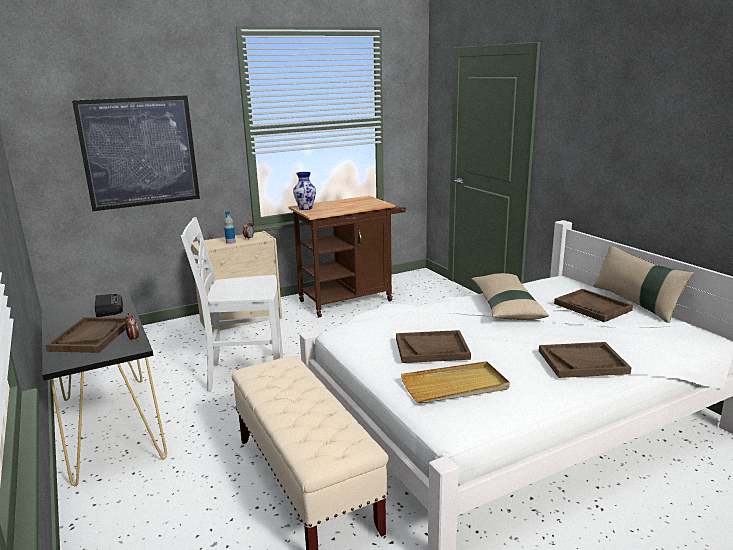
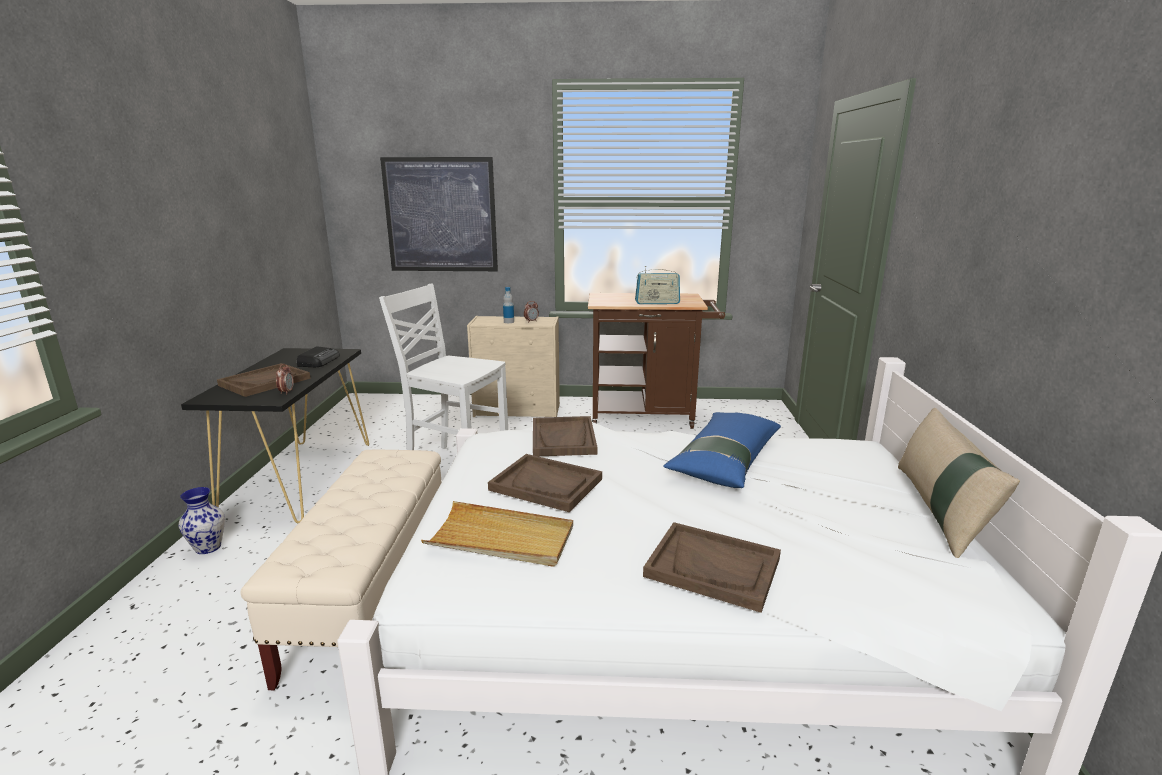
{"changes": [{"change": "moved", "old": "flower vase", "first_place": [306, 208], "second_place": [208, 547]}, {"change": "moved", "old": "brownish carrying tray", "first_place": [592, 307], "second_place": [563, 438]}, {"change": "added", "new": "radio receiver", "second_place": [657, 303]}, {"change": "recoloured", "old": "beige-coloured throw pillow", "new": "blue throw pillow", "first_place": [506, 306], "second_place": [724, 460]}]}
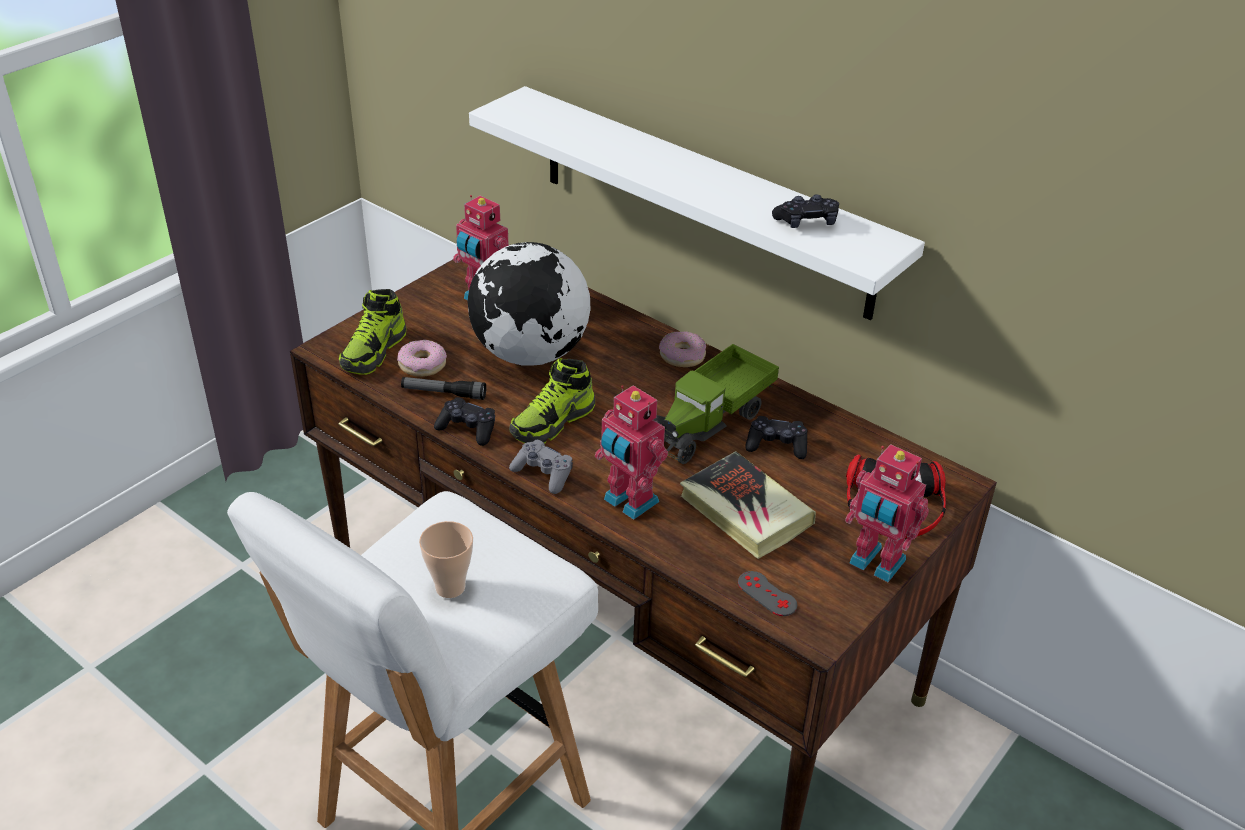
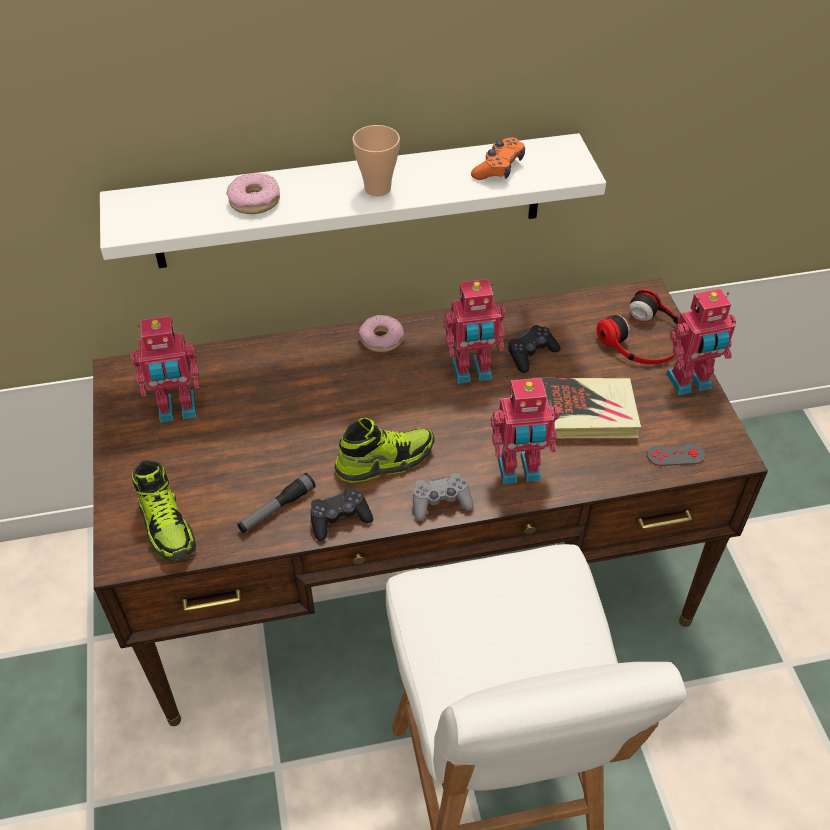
{"changes": [{"change": "moved", "old": "doughnut", "first_place": [422, 365], "second_place": [254, 201]}, {"change": "turned", "old": "shoe", "first_place": [553, 422], "second_place": [385, 460], "degrees": -105}, {"change": "moved", "old": "small cup", "first_place": [450, 587], "second_place": [377, 188]}, {"change": "replaced", "old": "toy lorry", "new": "model robot", "first_place": [709, 422], "second_place": [472, 372]}, {"change": "recoloured", "old": "blackish game controller", "new": "orange game controller", "first_place": [806, 222], "second_place": [498, 168]}, {"change": "removed", "old": "world globe", "first_place": [530, 354]}]}
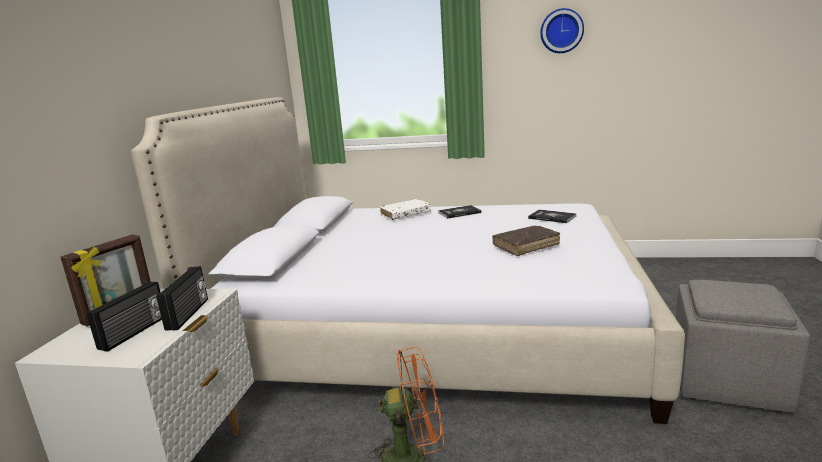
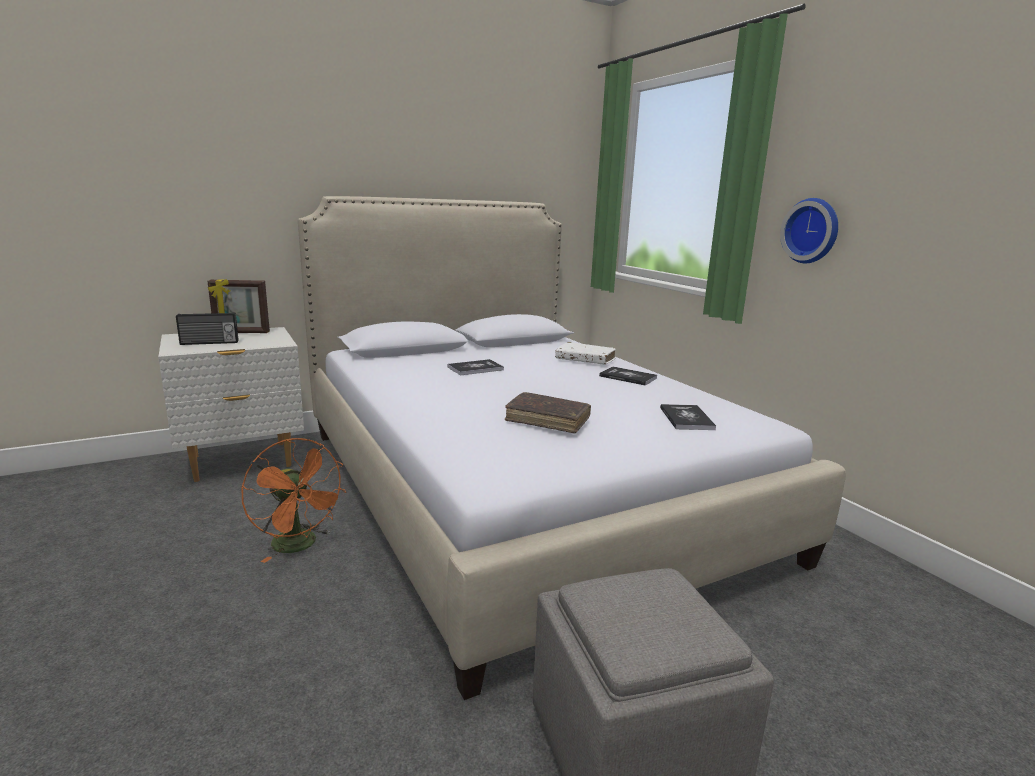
{"changes": [{"change": "added", "new": "volume", "second_place": [475, 368]}, {"change": "moved", "old": "clock on the wall", "first_place": [561, 31], "second_place": [812, 231]}, {"change": "removed", "old": "radio receiver", "first_place": [189, 314]}]}
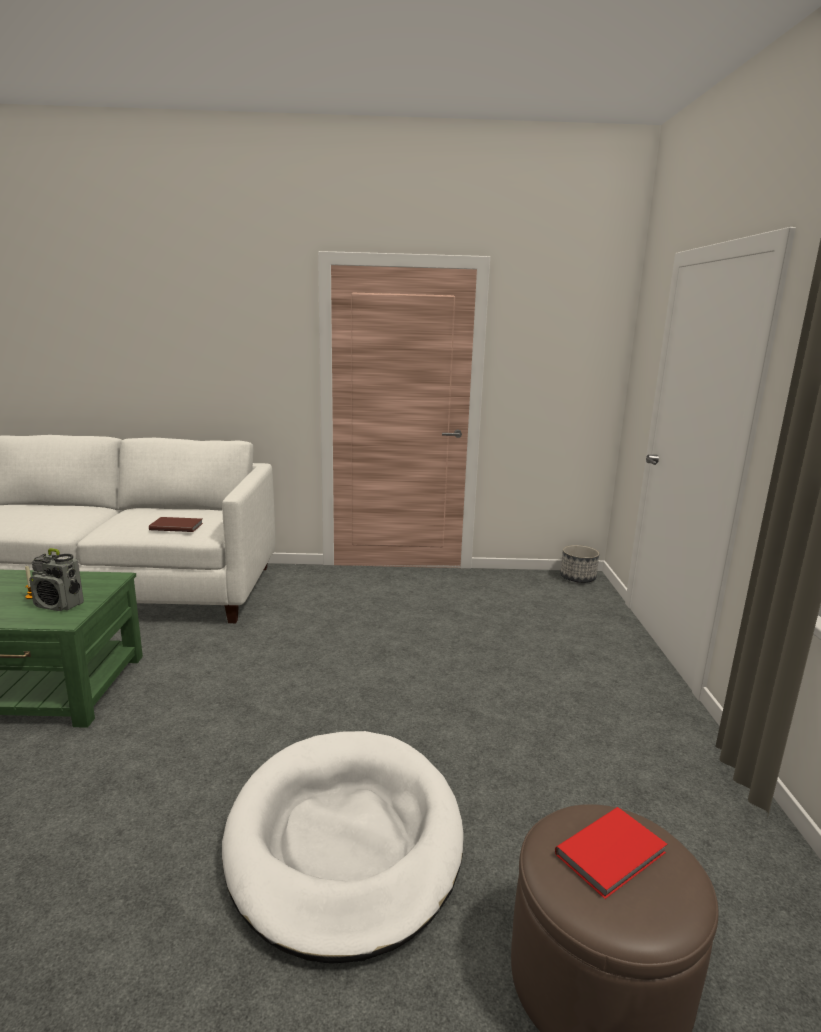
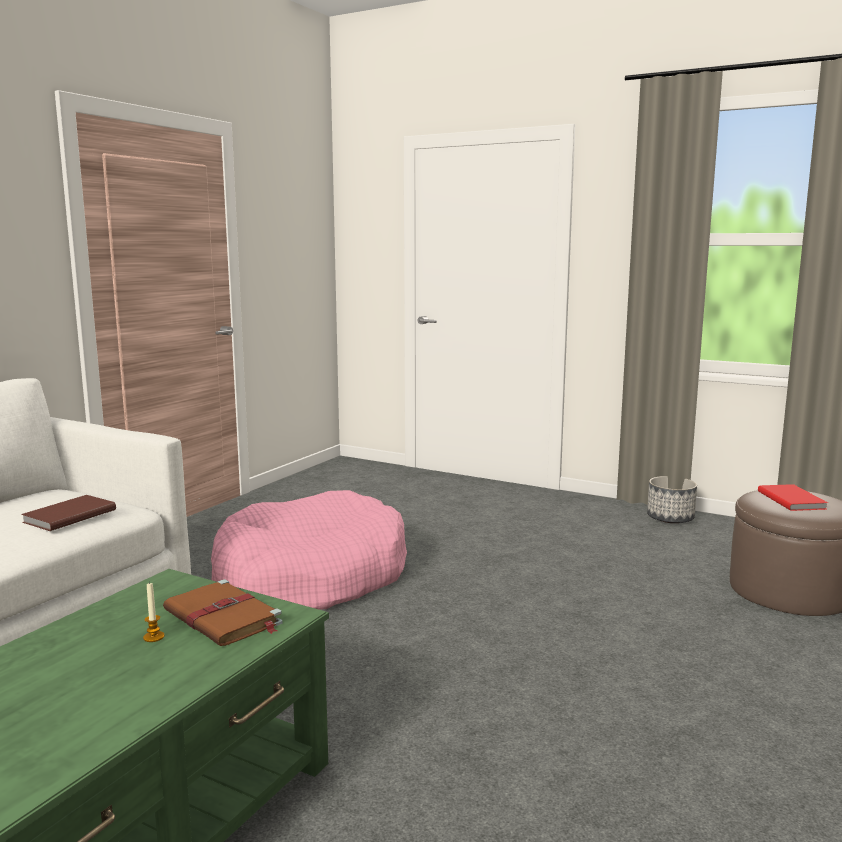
{"changes": [{"change": "replaced", "old": "radio receiver", "new": "brownish volume", "first_place": [59, 605], "second_place": [224, 618]}, {"change": "added", "new": "pinkish dog cushion", "second_place": [311, 577]}, {"change": "moved", "old": "flower pot", "first_place": [578, 578], "second_place": [670, 518]}, {"change": "removed", "old": "white dog cushion", "first_place": [345, 841]}]}
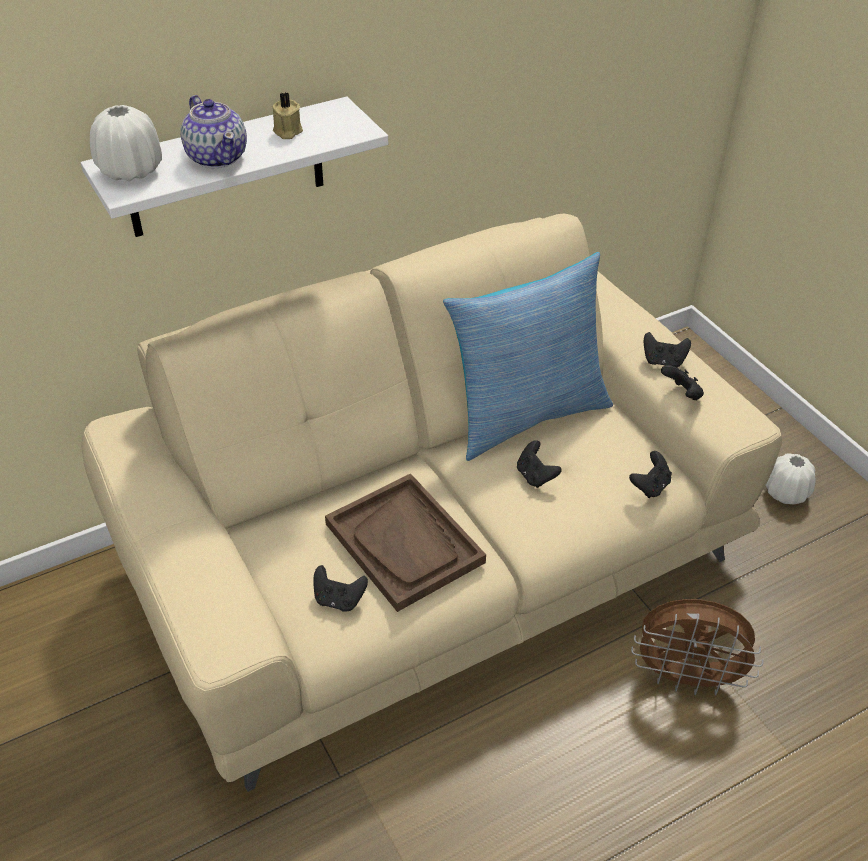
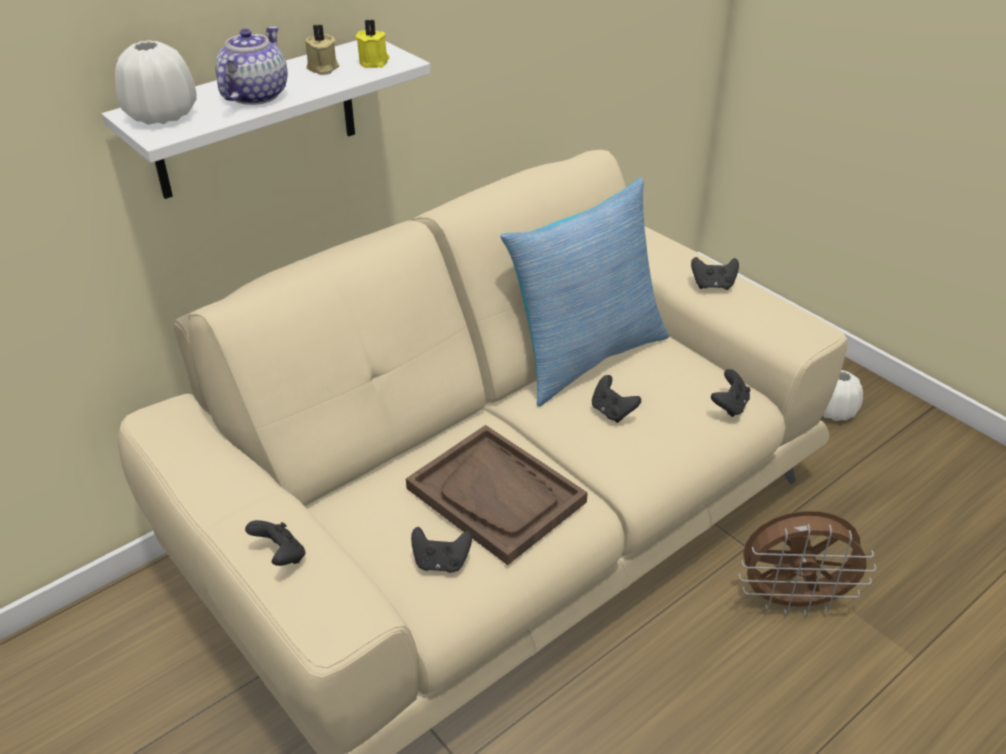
{"changes": [{"change": "turned", "old": "tea pot", "first_place": [217, 157], "second_place": [254, 96], "degrees": -120}, {"change": "moved", "old": "blackish game controller", "first_place": [682, 394], "second_place": [281, 556]}, {"change": "added", "new": "yellow-coloured candle", "second_place": [375, 62]}]}
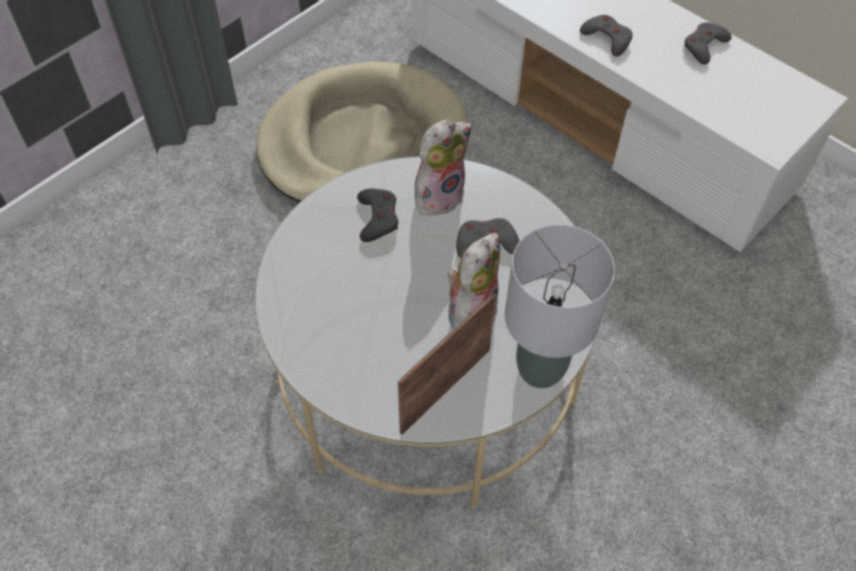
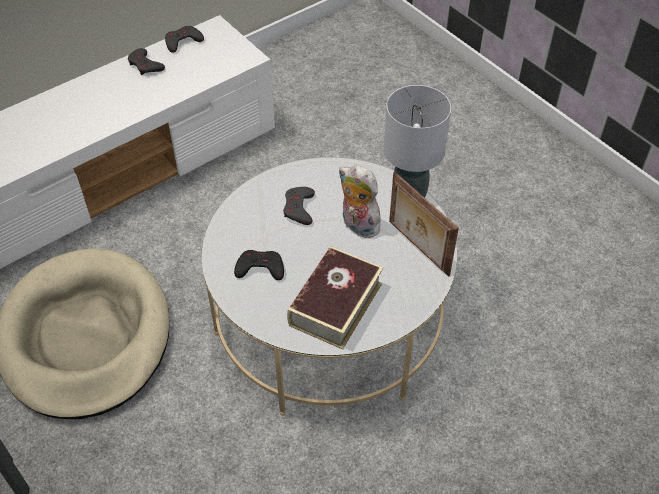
{"changes": [{"change": "moved", "old": "greyish game controller", "first_place": [607, 38], "second_place": [183, 41]}, {"change": "added", "new": "volume", "second_place": [335, 304]}, {"change": "removed", "old": "cuddly toy", "first_place": [439, 195]}]}
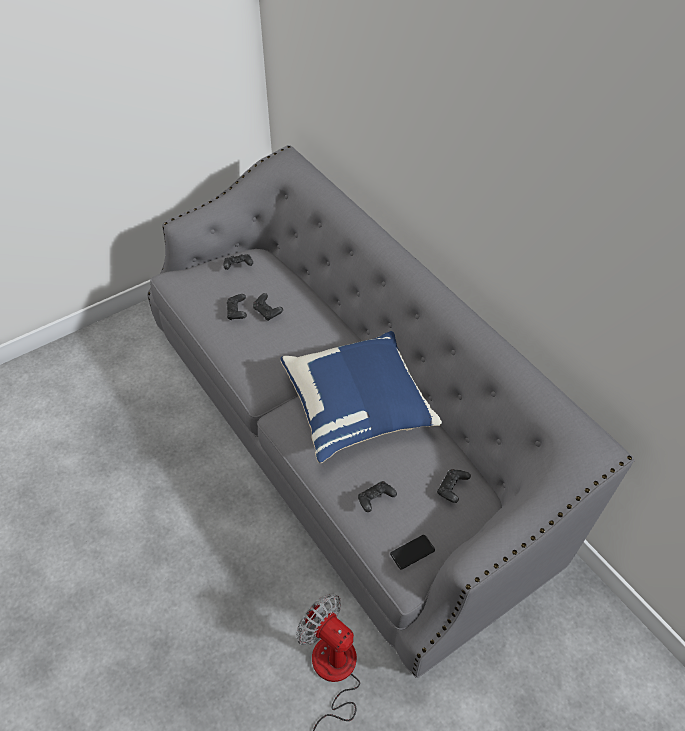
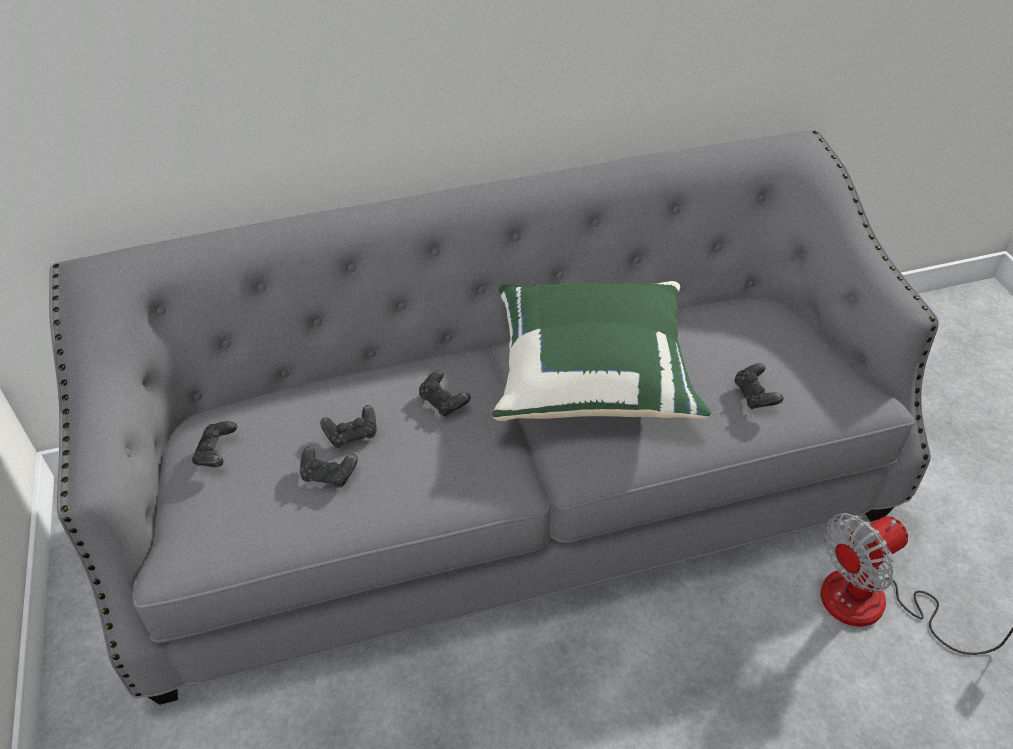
{"changes": [{"change": "moved", "old": "blackish game controller", "first_place": [452, 489], "second_place": [444, 402]}, {"change": "recoloured", "old": "blue throw pillow", "new": "green throw pillow", "first_place": [358, 408], "second_place": [593, 376]}, {"change": "removed", "old": "phone", "first_place": [412, 552]}]}
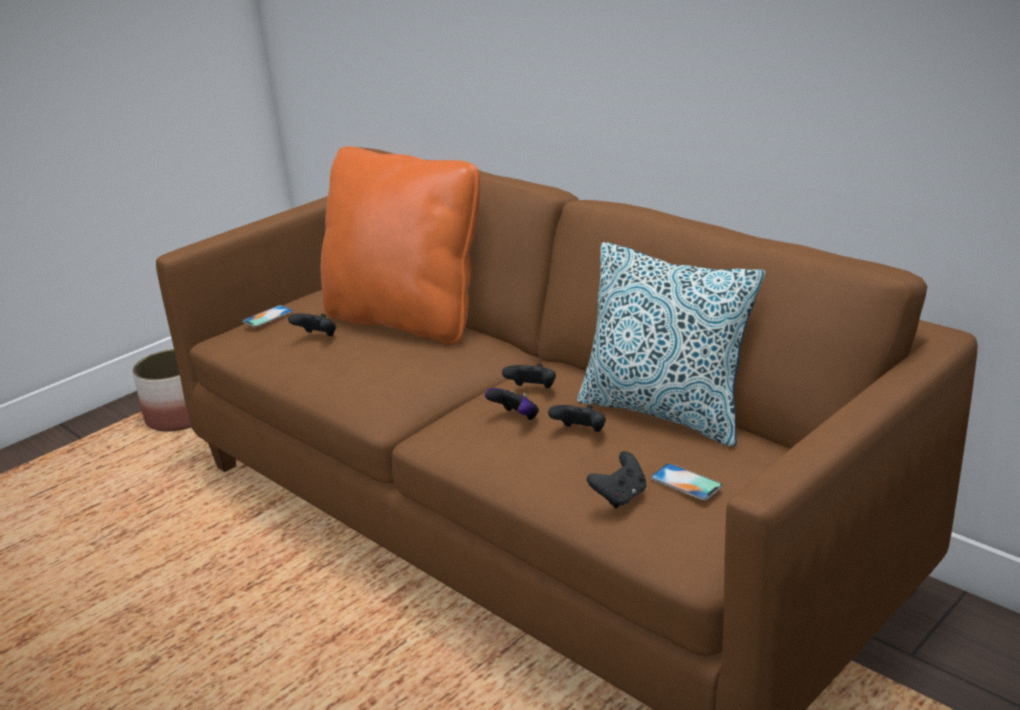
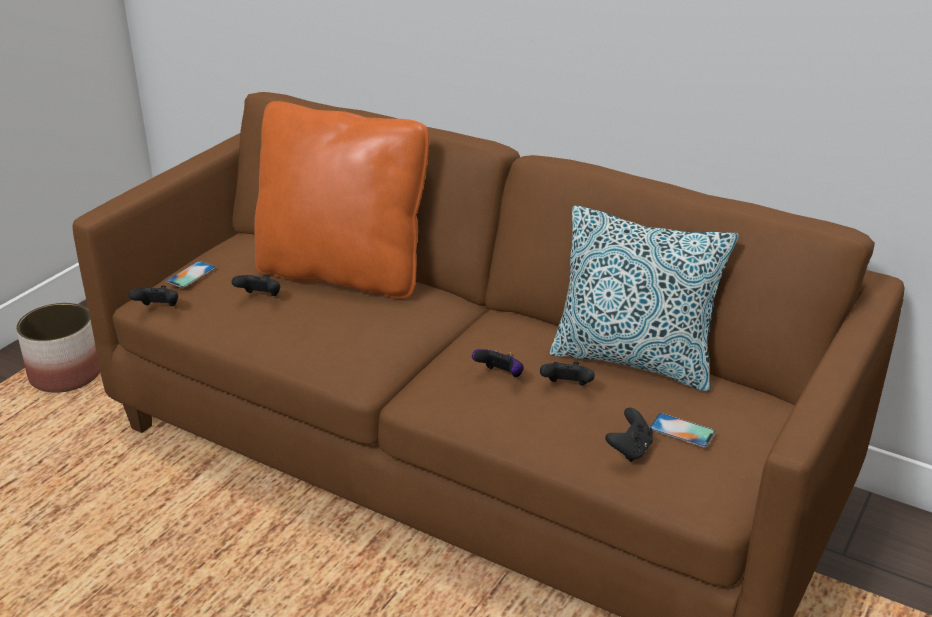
{"changes": [{"change": "moved", "old": "blackish game controller", "first_place": [532, 390], "second_place": [158, 309]}]}
